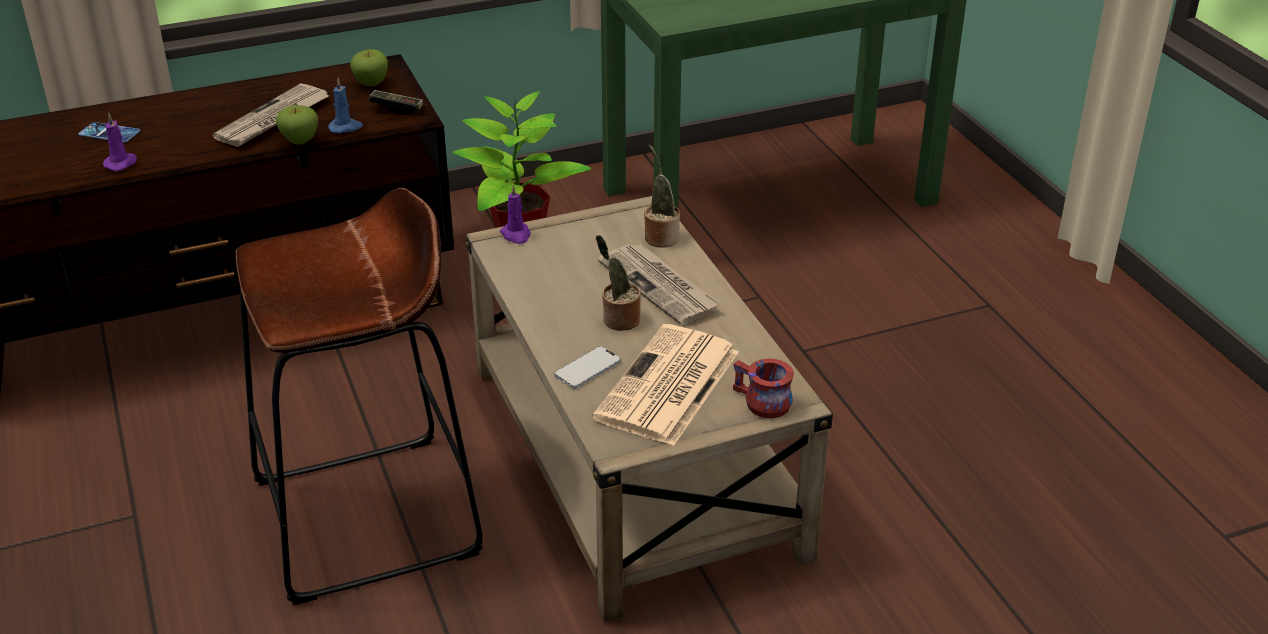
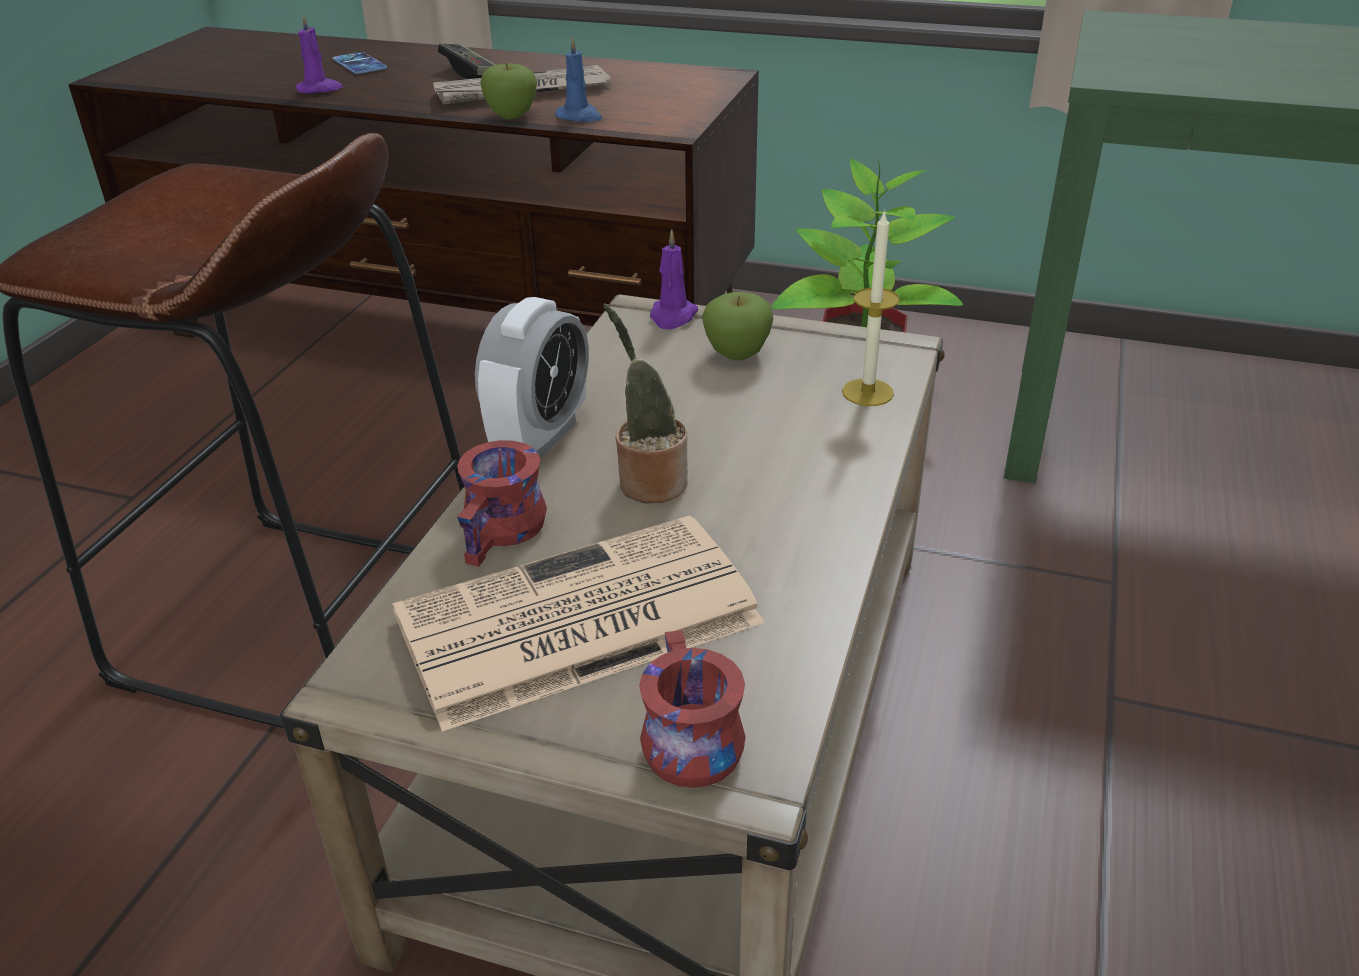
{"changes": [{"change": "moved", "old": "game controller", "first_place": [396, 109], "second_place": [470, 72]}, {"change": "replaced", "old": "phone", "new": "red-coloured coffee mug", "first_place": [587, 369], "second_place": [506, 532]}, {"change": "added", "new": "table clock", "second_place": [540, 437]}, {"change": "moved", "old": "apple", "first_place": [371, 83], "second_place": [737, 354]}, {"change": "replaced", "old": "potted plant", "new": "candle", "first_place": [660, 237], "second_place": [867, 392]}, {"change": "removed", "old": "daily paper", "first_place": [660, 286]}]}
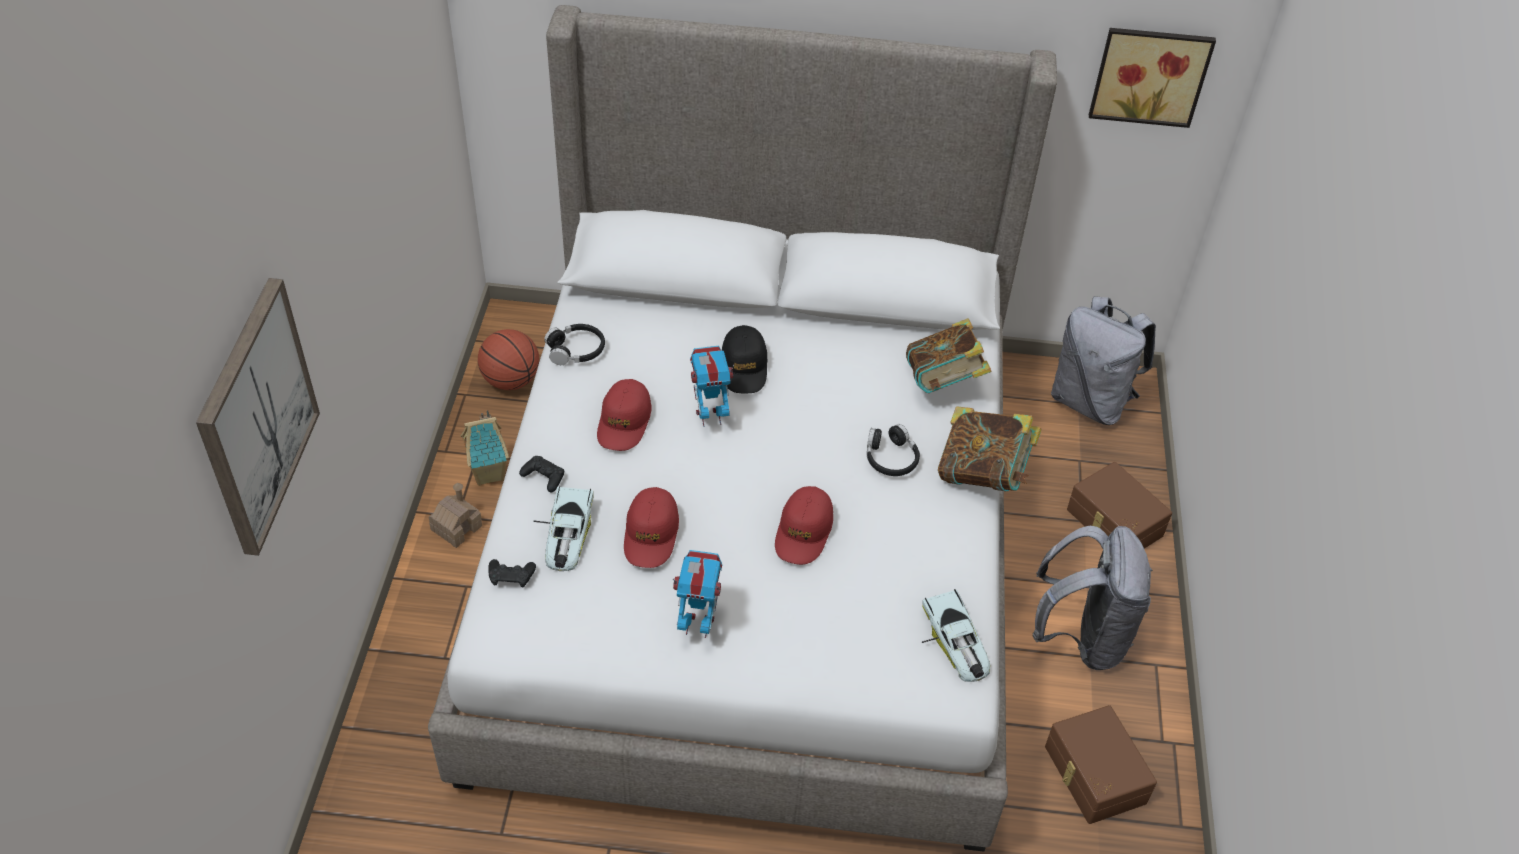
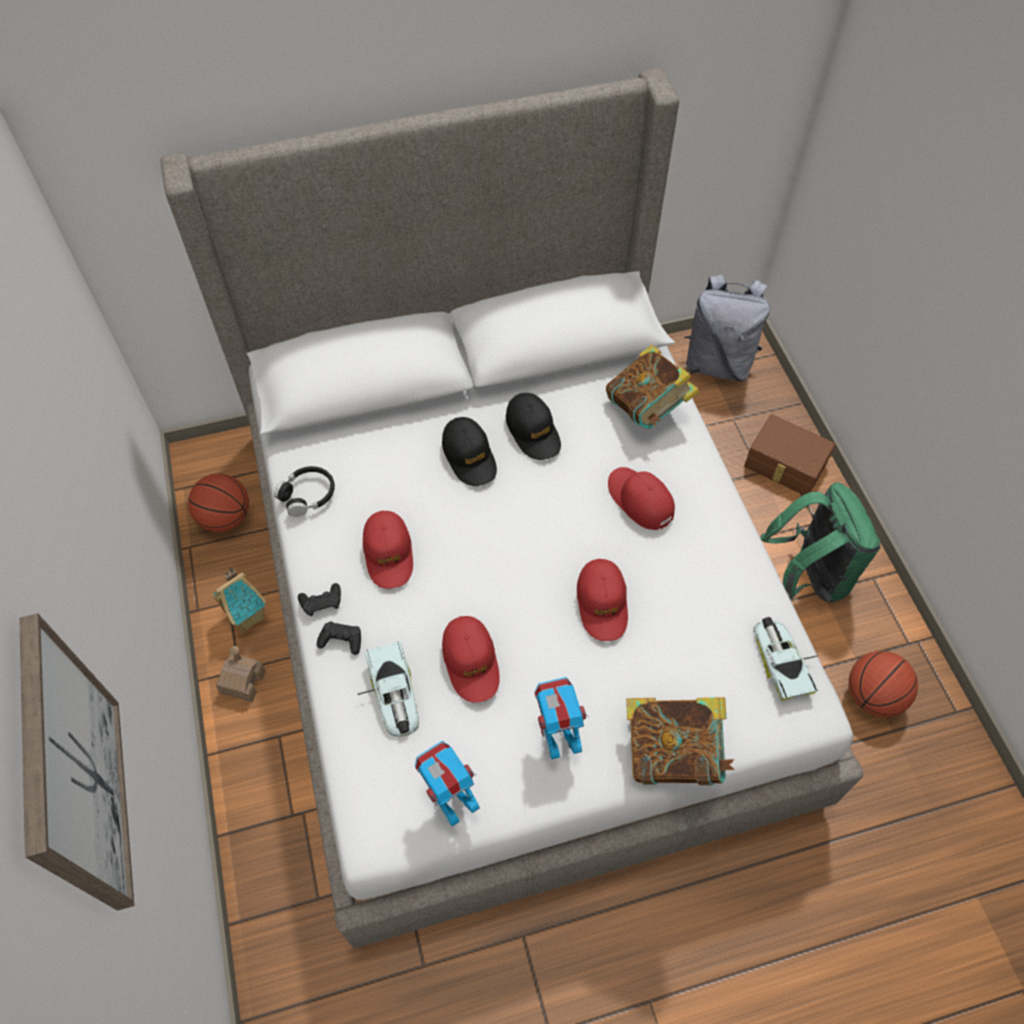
{"changes": [{"change": "moved", "old": "blackish game controller", "first_place": [511, 576], "second_place": [321, 602]}, {"change": "moved", "old": "model robot", "first_place": [710, 417], "second_place": [450, 800]}, {"change": "added", "new": "blackish baseball cap", "second_place": [533, 431]}, {"change": "replaced", "old": "blackish pair of headphones", "new": "red-coloured baseball cap", "first_place": [890, 458], "second_place": [640, 500]}, {"change": "moved", "old": "volume", "first_place": [983, 473], "second_place": [673, 751]}, {"change": "turned", "old": "model car", "first_place": [955, 642], "second_place": [782, 660], "degrees": -150}, {"change": "recoloured", "old": "greyish backpack", "new": "green backpack", "first_place": [1082, 637], "second_place": [808, 576]}, {"change": "replaced", "old": "brownish storage container", "new": "basketball", "first_place": [1093, 775], "second_place": [872, 695]}, {"change": "removed", "old": "wall art", "first_place": [1149, 74]}]}
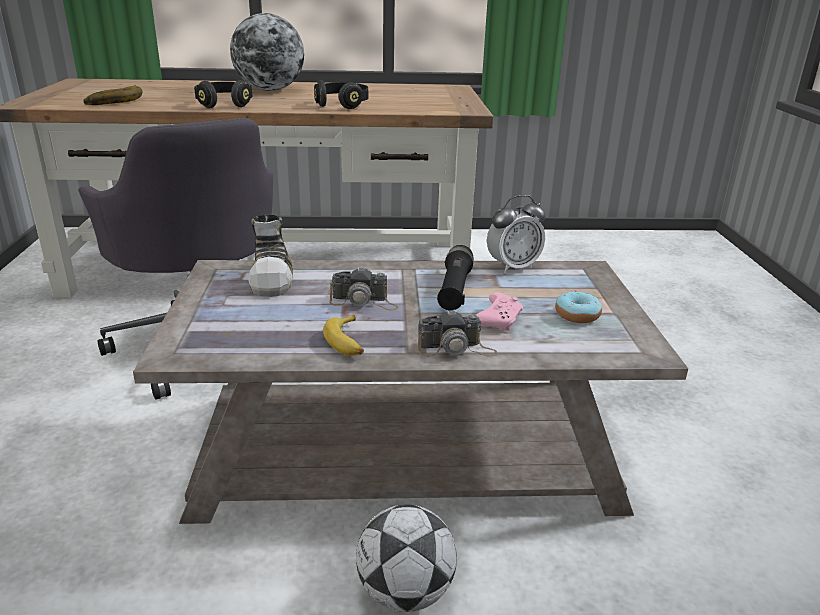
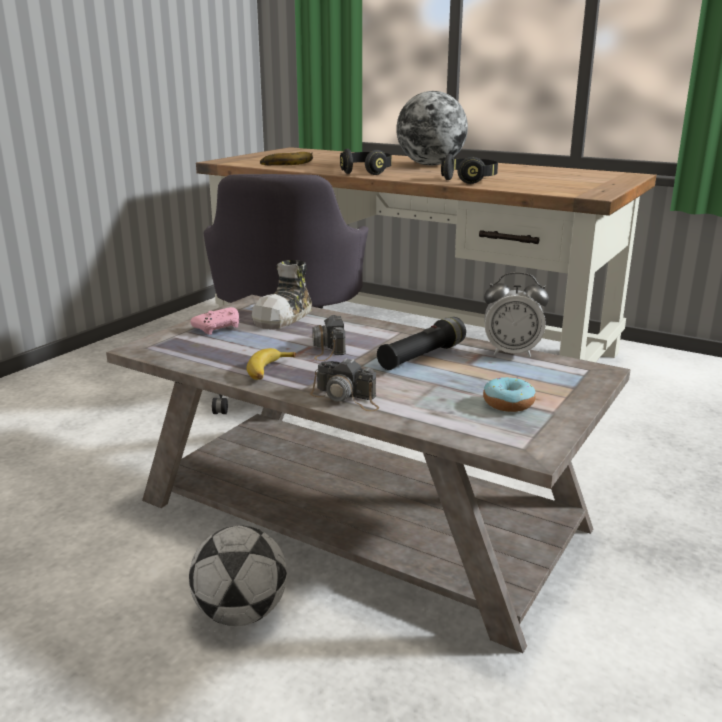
{"changes": [{"change": "moved", "old": "pinkish game controller", "first_place": [498, 320], "second_place": [219, 328]}, {"change": "turned", "old": "still camera", "first_place": [364, 302], "second_place": [328, 348], "degrees": 45}]}
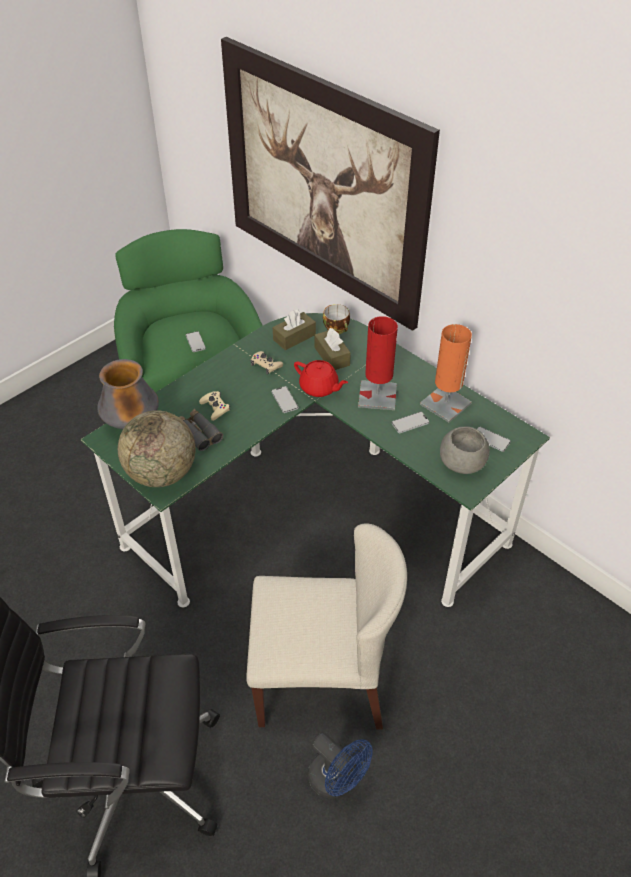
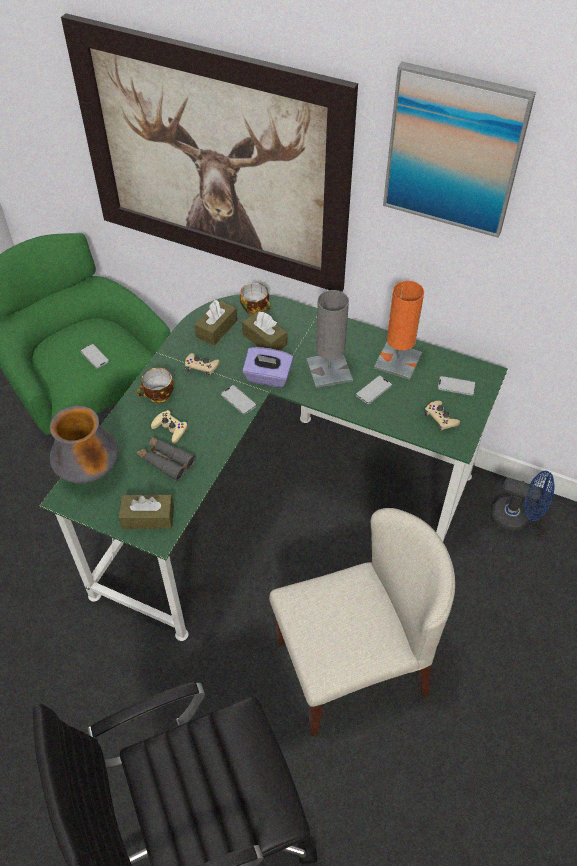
{"changes": [{"change": "replaced", "old": "world globe", "new": "brownish box of tissues", "first_place": [162, 473], "second_place": [148, 517]}, {"change": "added", "new": "small cup", "second_place": [158, 396]}, {"change": "replaced", "old": "red-coloured tea pot", "new": "purple-coloured box of tissues", "first_place": [319, 388], "second_place": [268, 377]}, {"change": "recoloured", "old": "red-coloured lamp for a table", "new": "greyish lamp for a table", "first_place": [377, 396], "second_place": [329, 370]}, {"change": "added", "new": "wall art", "second_place": [454, 151]}, {"change": "replaced", "old": "greyish serving bowl", "new": "beige-coloured game controller", "first_place": [461, 463], "second_place": [440, 418]}, {"change": "moved", "old": "blue fan", "first_place": [337, 781], "second_place": [516, 518]}]}
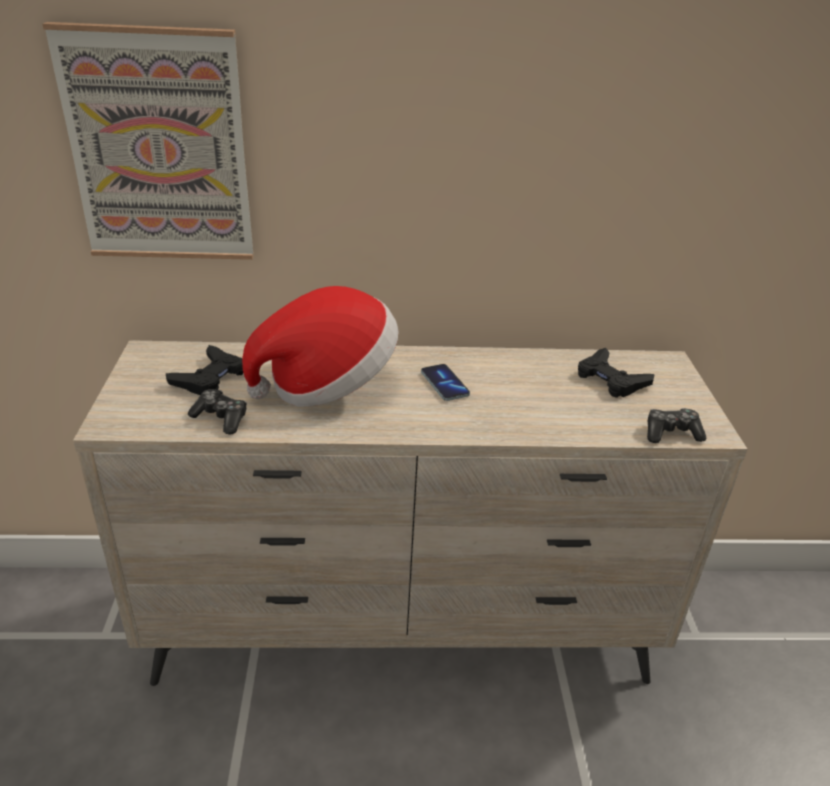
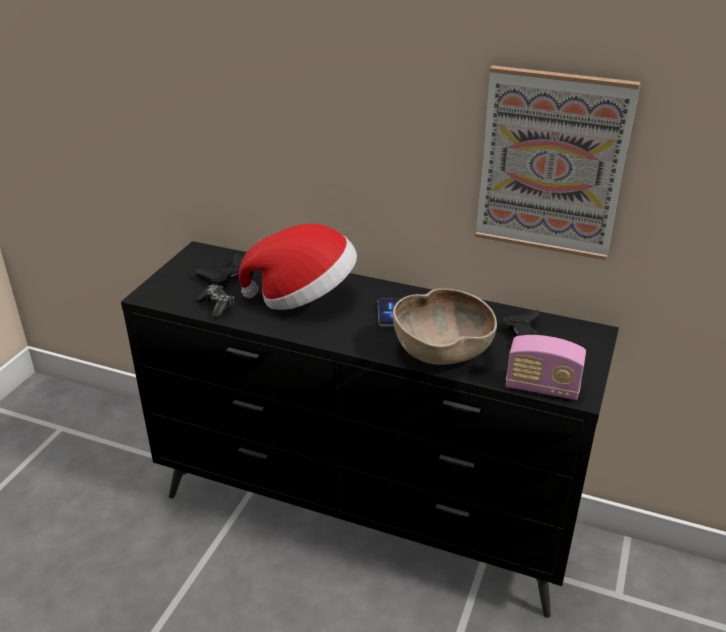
{"changes": [{"change": "recoloured", "old": "beige-coloured drawer chest", "new": "blackish drawer chest", "first_place": [405, 631], "second_place": [365, 516]}, {"change": "added", "new": "brownish serving bowl", "second_place": [441, 351]}, {"change": "moved", "old": "wall art", "first_place": [159, 148], "second_place": [551, 164]}, {"change": "replaced", "old": "game controller", "new": "radio receiver", "first_place": [671, 433], "second_place": [542, 388]}]}
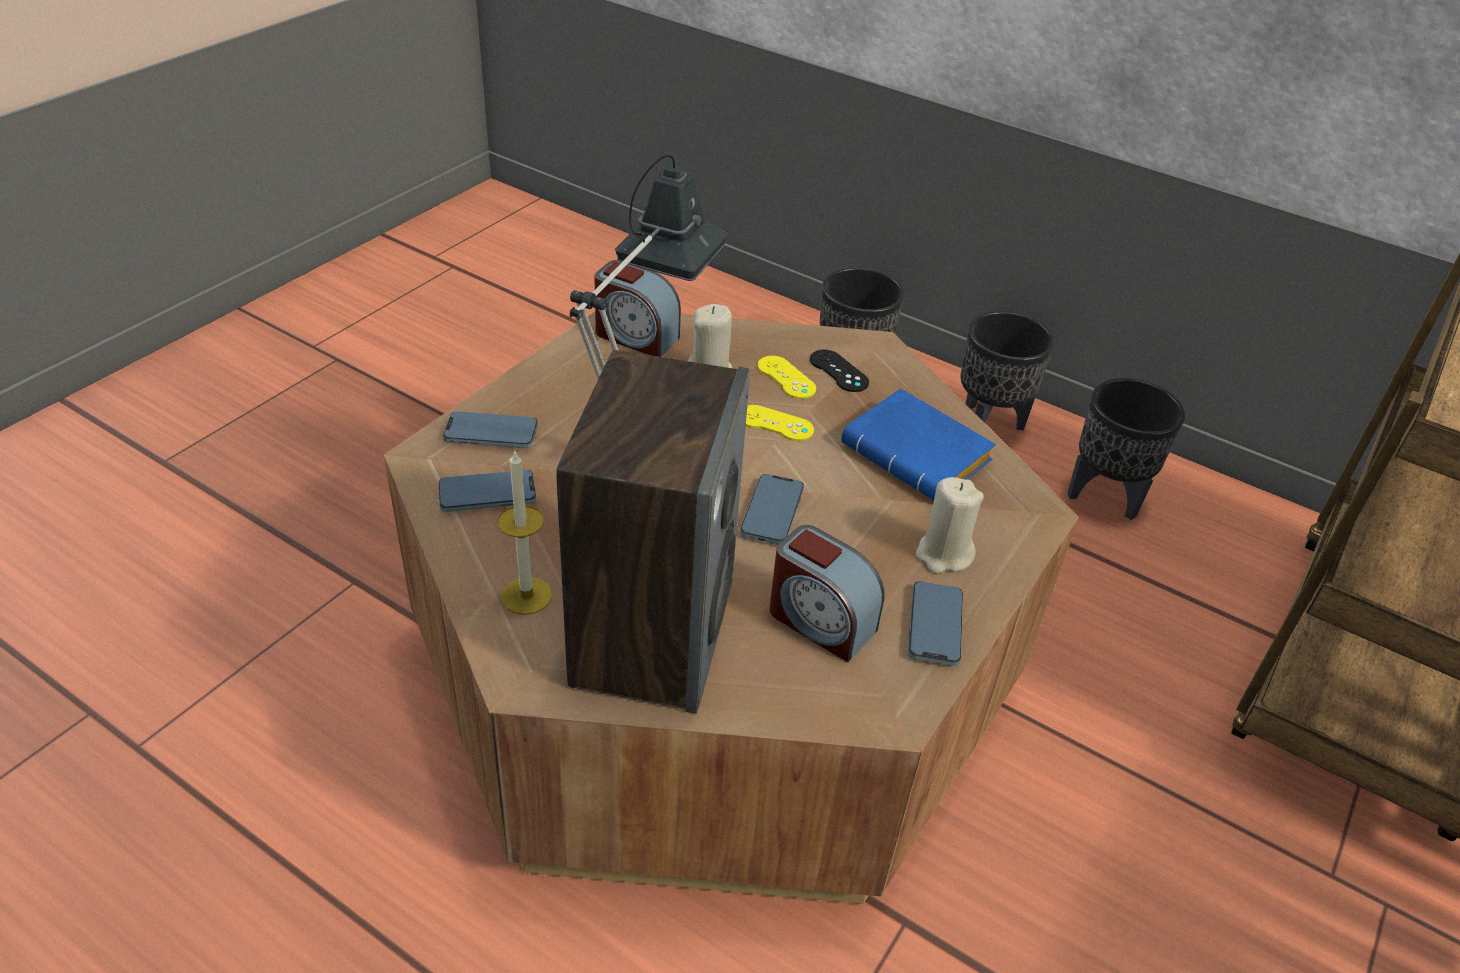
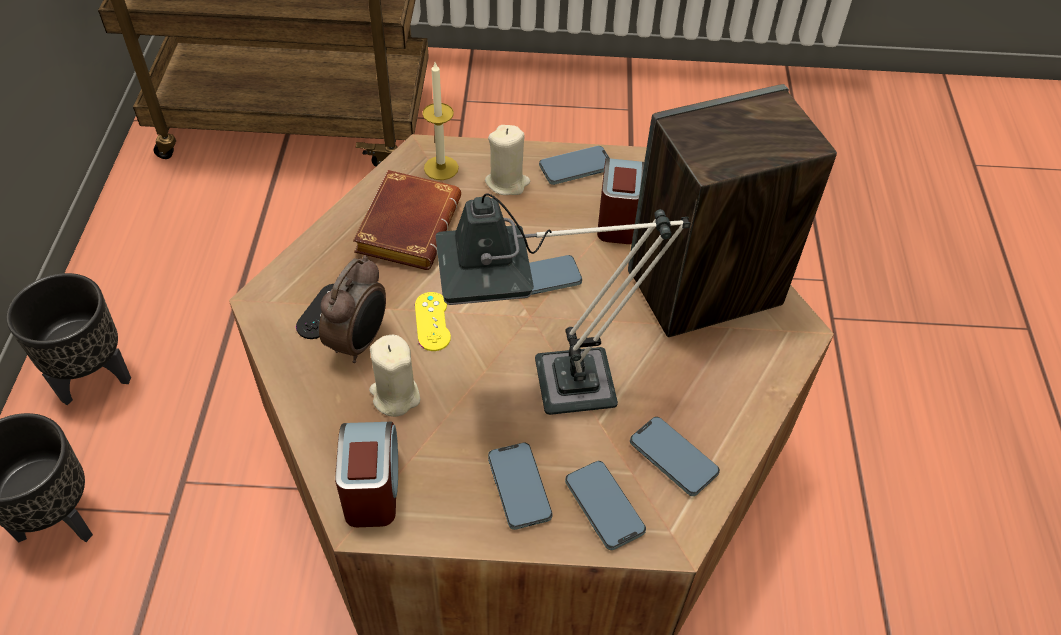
{"changes": [{"change": "replaced", "old": "yellow-coloured game controller", "new": "table clock", "first_place": [786, 377], "second_place": [360, 342]}, {"change": "recoloured", "old": "blue volume", "new": "brownish volume", "first_place": [920, 455], "second_place": [406, 225]}, {"change": "moved", "old": "candle", "first_place": [526, 595], "second_place": [441, 168]}, {"change": "added", "new": "phone", "second_place": [519, 487]}, {"change": "removed", "old": "blackish flower pot", "first_place": [1105, 495]}]}
